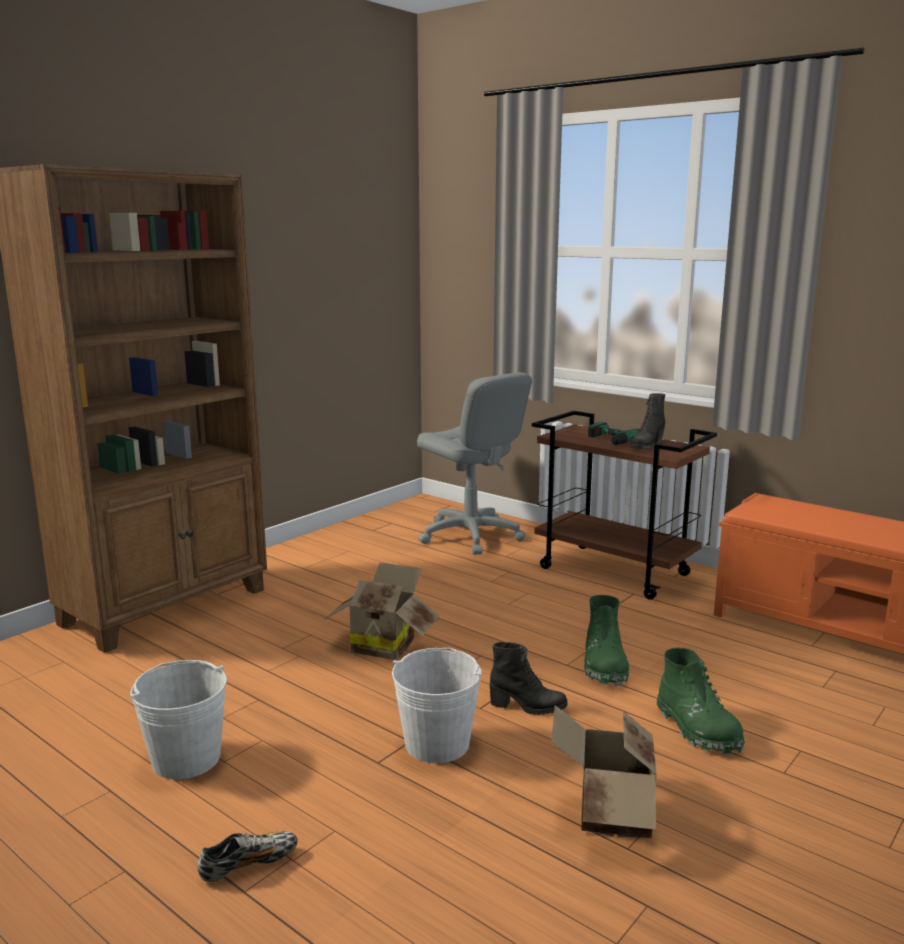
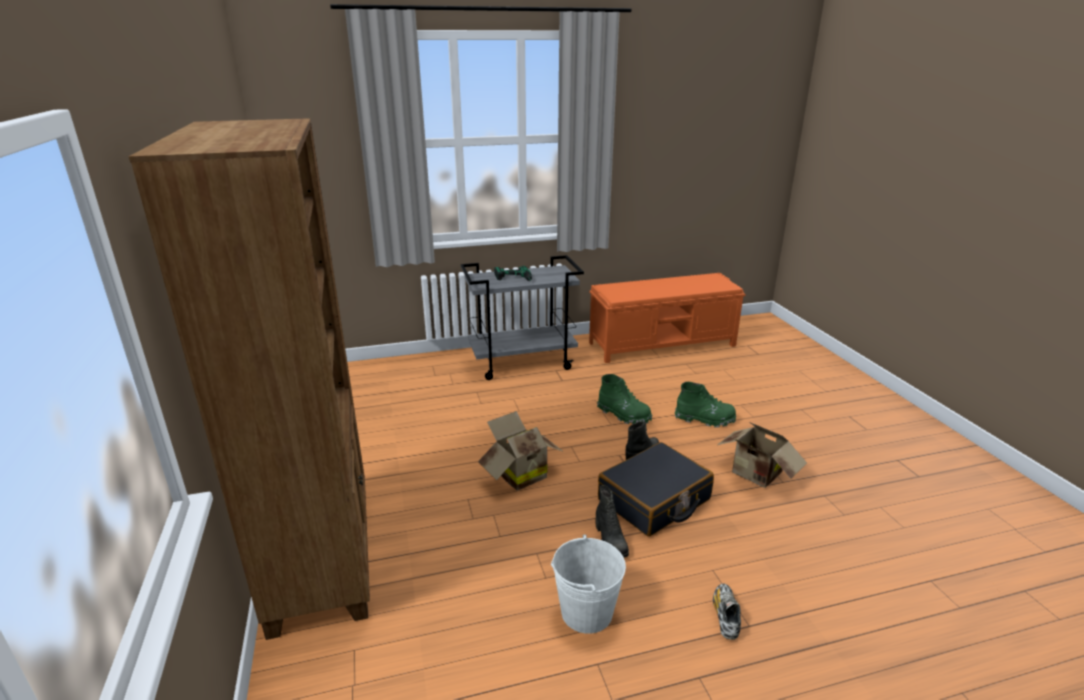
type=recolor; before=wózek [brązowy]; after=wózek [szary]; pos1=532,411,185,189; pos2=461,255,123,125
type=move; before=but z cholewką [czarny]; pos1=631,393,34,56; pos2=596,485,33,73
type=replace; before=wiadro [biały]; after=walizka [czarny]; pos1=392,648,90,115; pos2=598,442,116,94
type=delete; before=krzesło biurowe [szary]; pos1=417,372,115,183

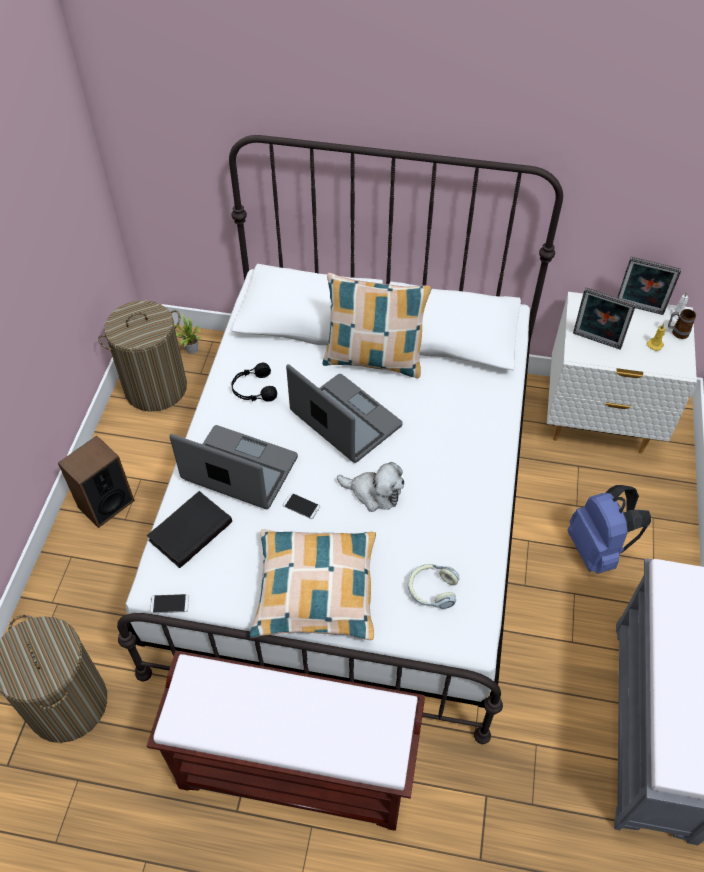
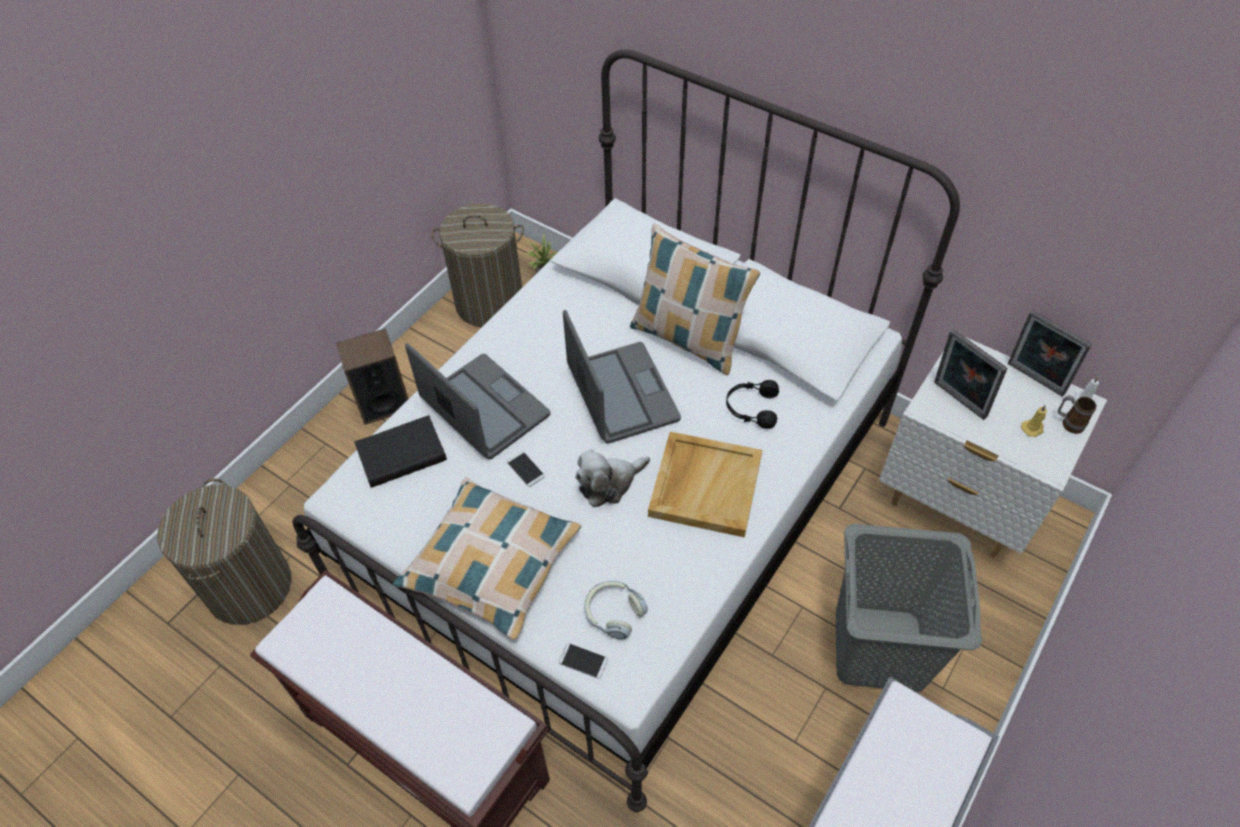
type=move; before=telefon; pos1=150,594,39,19; pos2=559,643,49,36
type=rotate; before=pluszak; pos1=337,462,67,50; pos2=575,449,75,58; turn=105
type=insert; after=taca [beżowy]; pos2=648,432,114,106
type=move; before=słuchawki [czarny]; pos1=231,363,46,39; pos2=726,380,53,49
type=replace; before=plecak [niebieski]; after=kosz na pranie [szary]; pos1=568,485,83,89; pos2=836,524,146,168

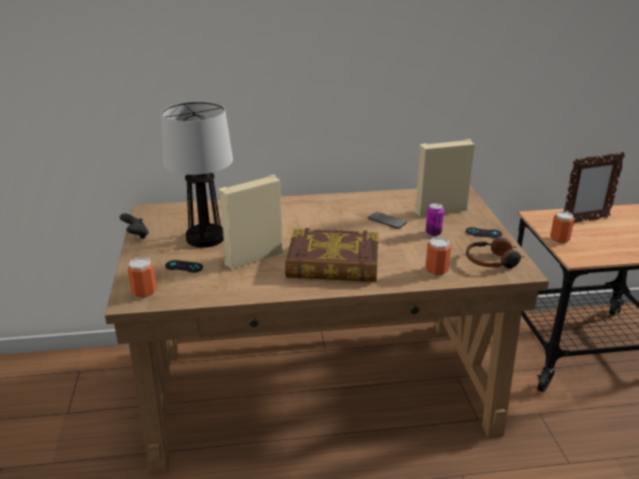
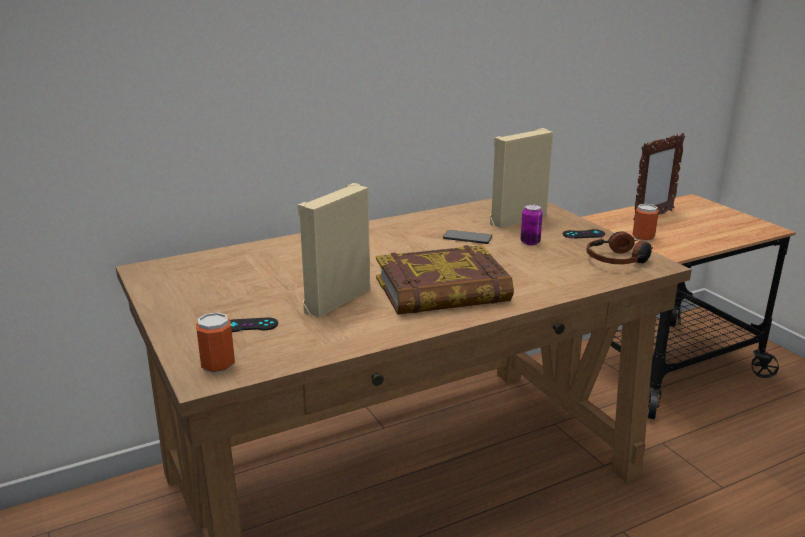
type=delete; before=pad do gier [czarny]; pos1=120,213,29,26
type=delete; before=lampa stołowa; pos1=161,102,72,146
type=delete; before=puszka; pos1=425,237,26,39

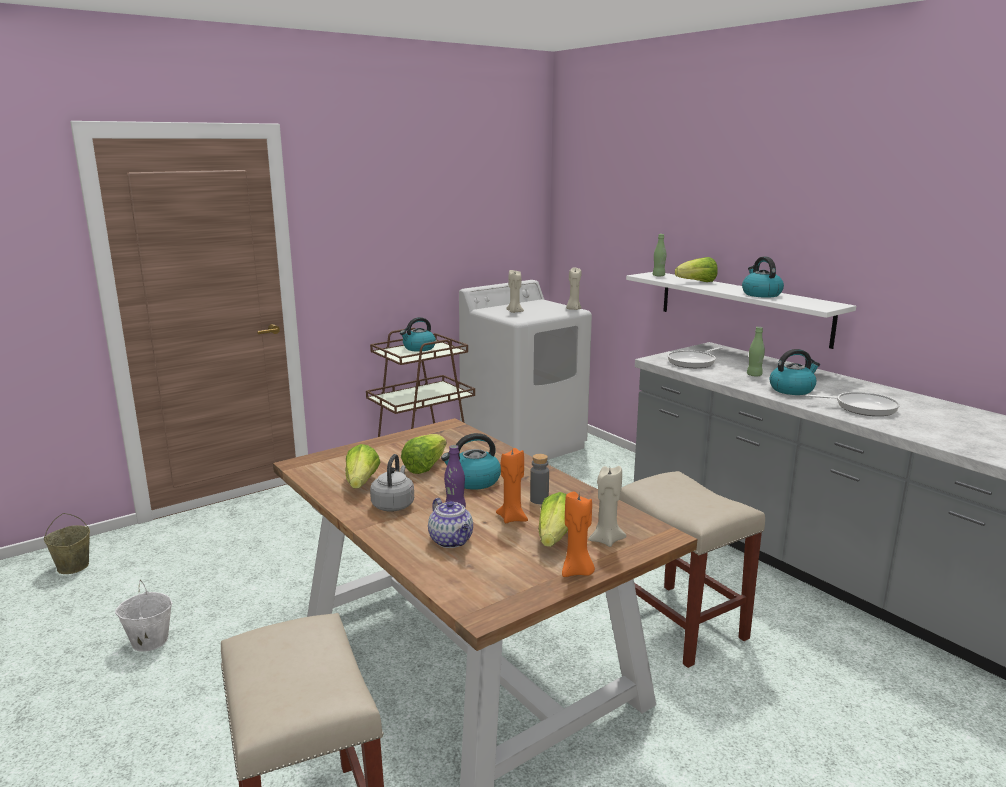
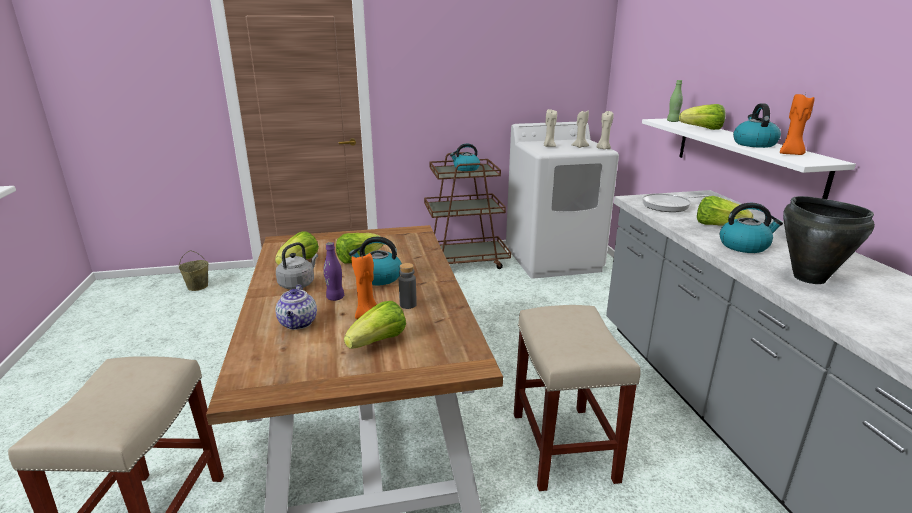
type=move; before=świeca [beżowy]; pos1=588,466,38,81; pos2=571,110,18,38
type=replace; before=butelka [zielony]; after=sałata; pos1=747,327,18,49; pos2=697,196,56,30
type=move; before=świeca [pomarańczowy]; pos1=562,492,33,85; pos2=780,93,35,62
type=replace; before=patelnia; after=garnek [czarny]; pos1=806,392,94,24; pos2=783,196,92,88
type=delete; before=wiadro [biały]; pos1=115,580,57,72

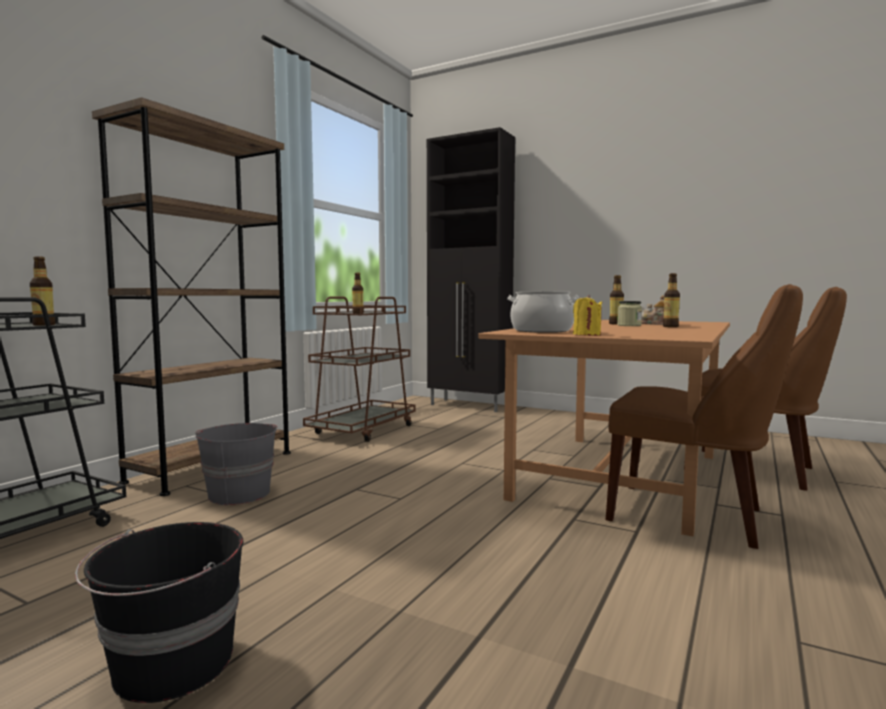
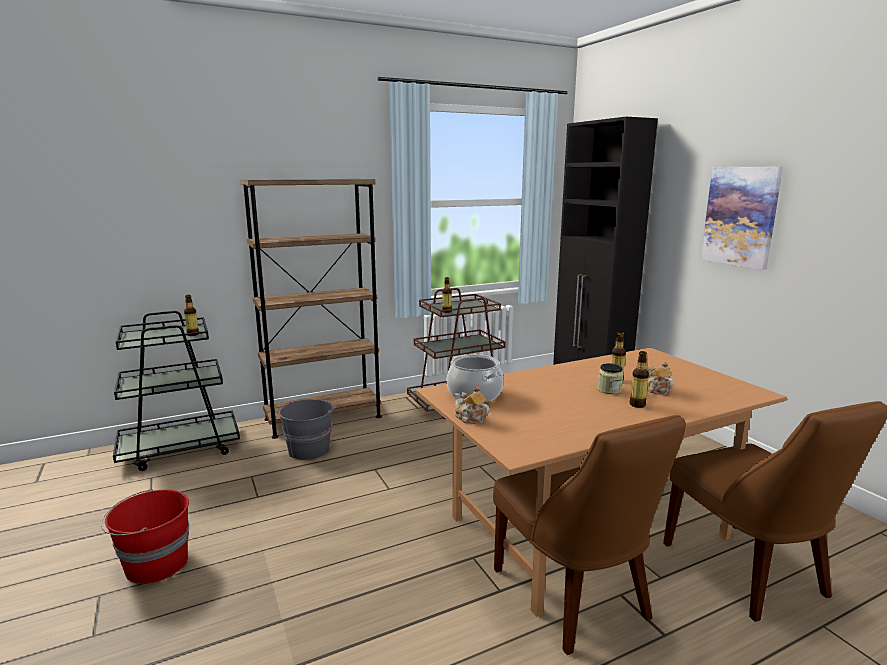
type=recolor; before=wiadro [czarny]; after=wiadro [czerwony]; pos1=75,522,168,181; pos2=101,489,88,95
type=replace; before=świeca [żółty]; after=imbryk; pos1=573,295,30,41; pos2=454,386,35,38
type=insert; after=obraz; pos2=701,167,82,103

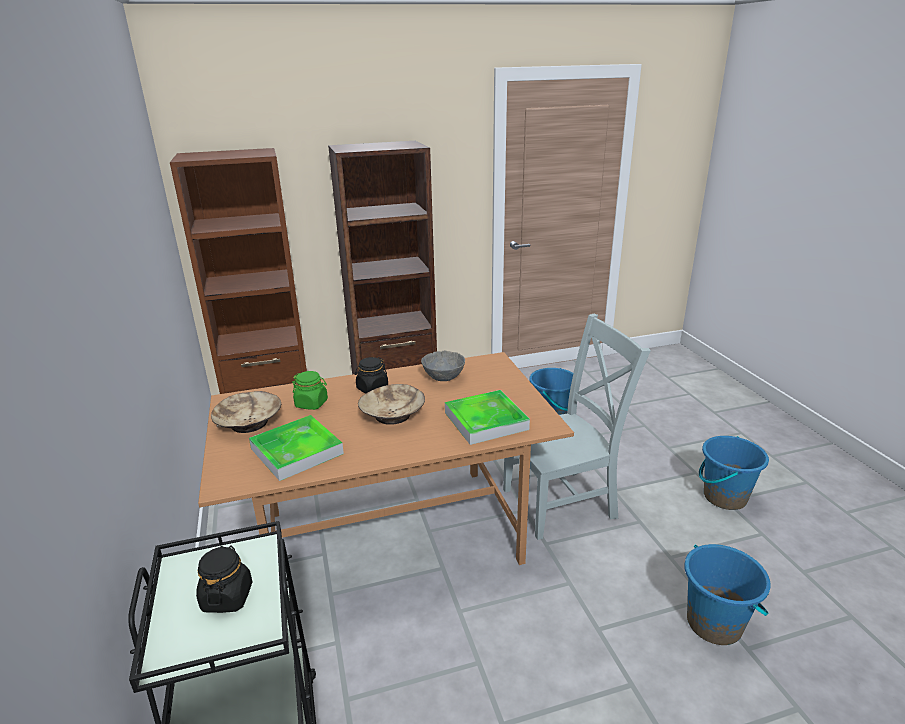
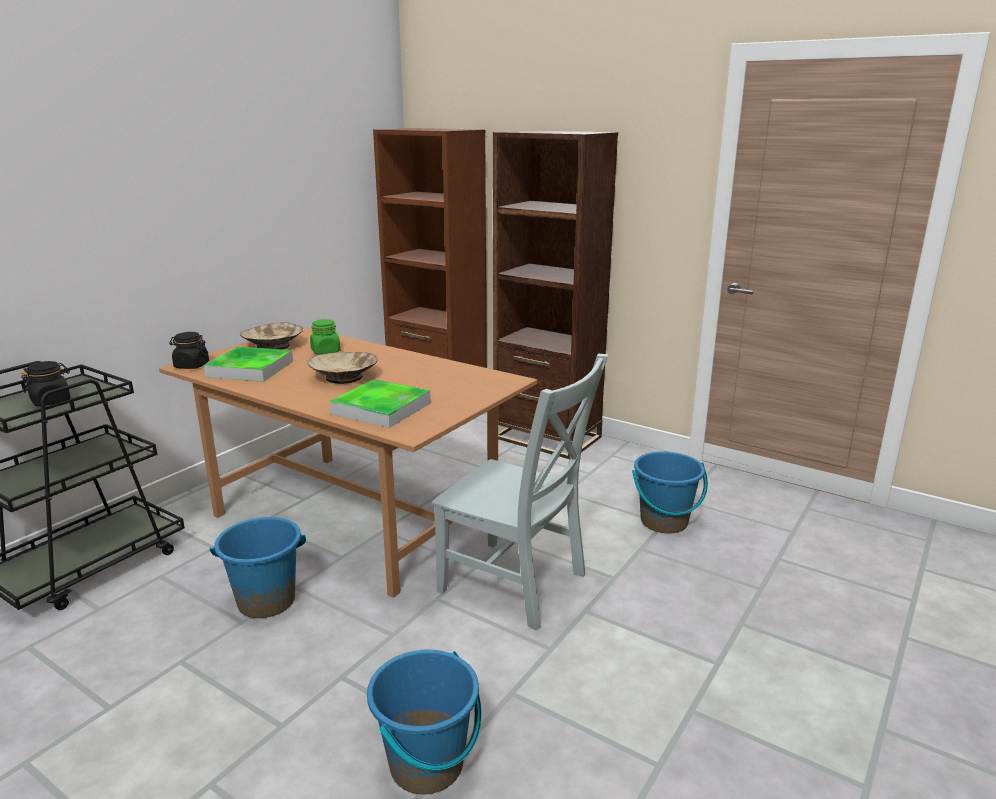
type=move; before=słoik [czarny]; pos1=355,357,33,37; pos2=169,332,40,37
type=move; before=wiadro [niebieski]; pos1=699,436,70,74; pos2=210,517,96,101
type=delete; before=miska [szary]; pos1=421,351,44,30

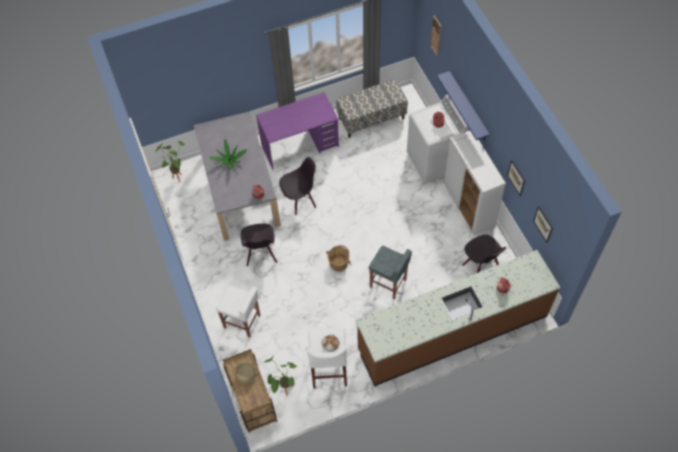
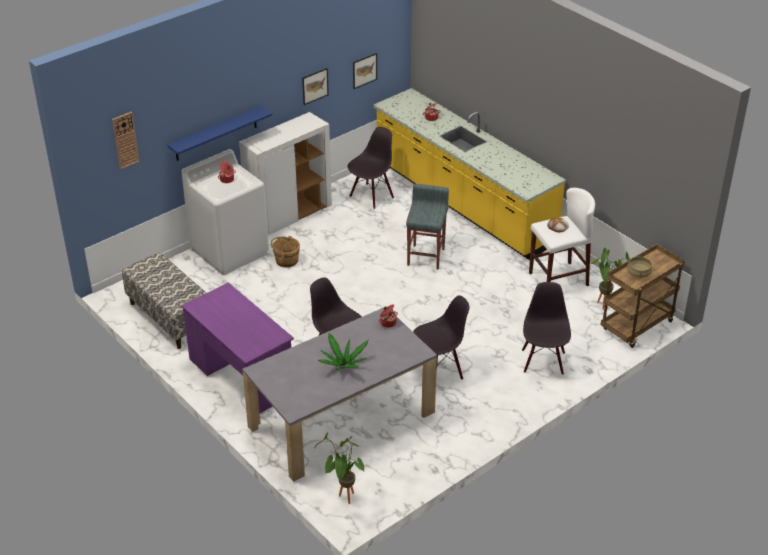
type=move; before=wiadro [brązowy]; pos1=326,245,25,26; pos2=271,236,29,32
type=recolor; before=zabudowa kuchenna [brązowy]; after=zabudowa kuchenna [żółty]; pos1=356,250,205,136; pos2=374,88,192,172
type=replace; before=stołek [biały]; after=krzesło [czarny]; pos1=216,285,44,52; pos2=522,282,49,93

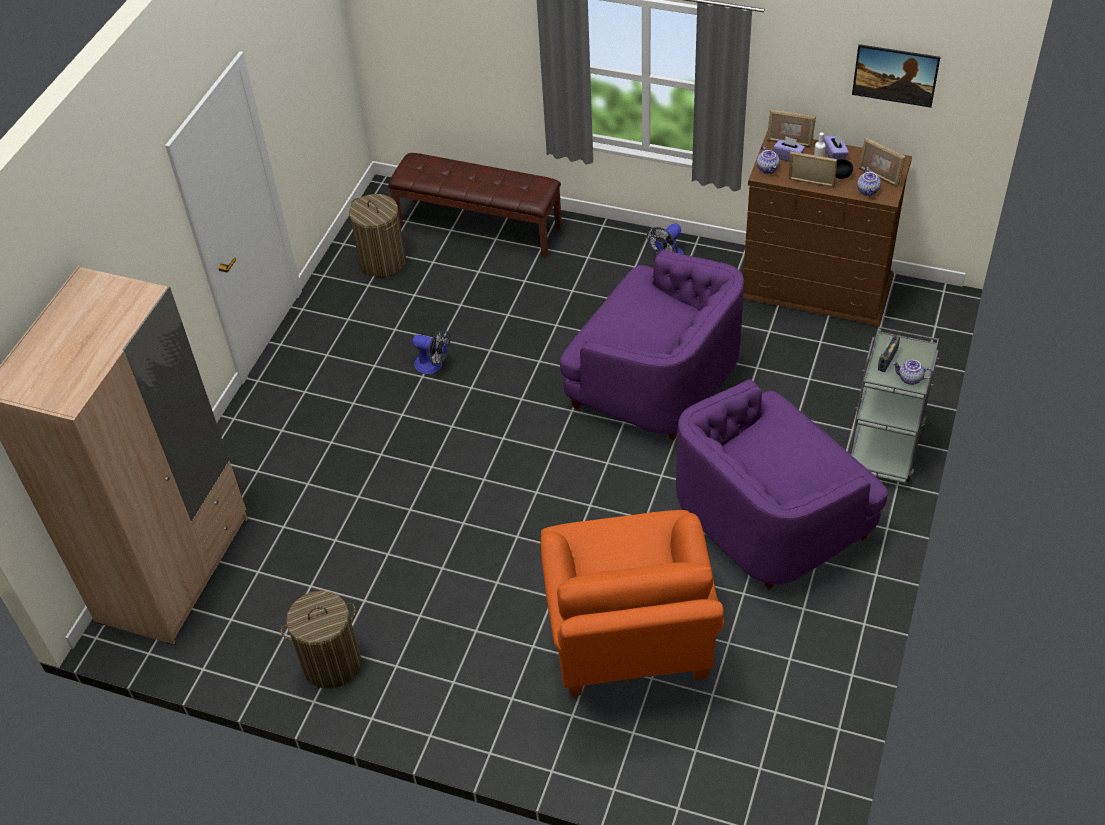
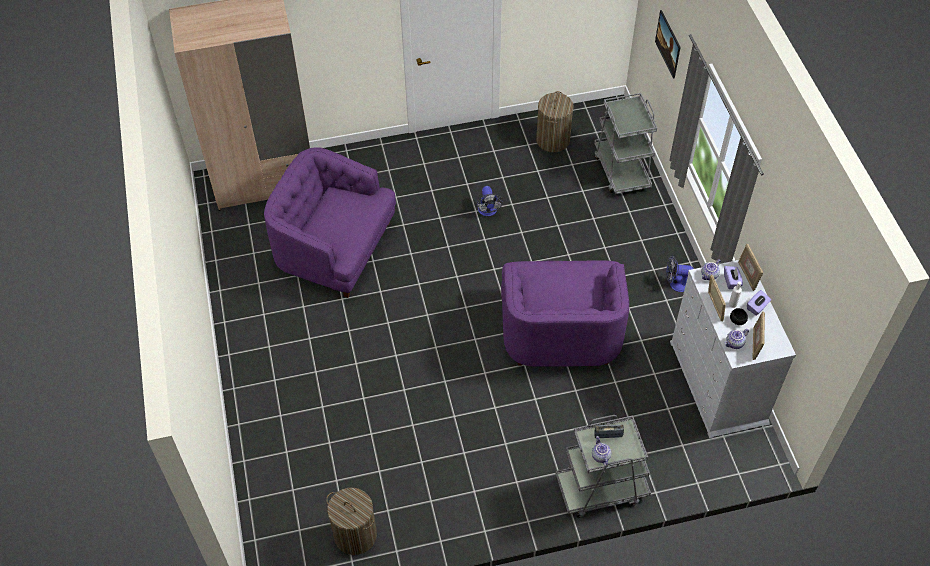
type=move; before=fotel [fioletowy]; pos1=676,379,212,211; pos2=264,147,132,151
type=move; before=kosz na pranie; pos1=281,591,80,98; pos2=326,488,51,67
type=replace; before=ławka [brązowy]; after=wózek [szary]; pos1=388,153,174,105; pos2=594,93,63,101
type=move; before=obraz; pos1=852,44,88,64; pos2=655,10,26,69
type=recolor; before=komoda [brązowy]; after=komoda [biały]; pos1=743,131,169,197; pos2=670,260,126,179
type=delete; before=fotel [pomarańczowy]; pos1=540,510,184,186

